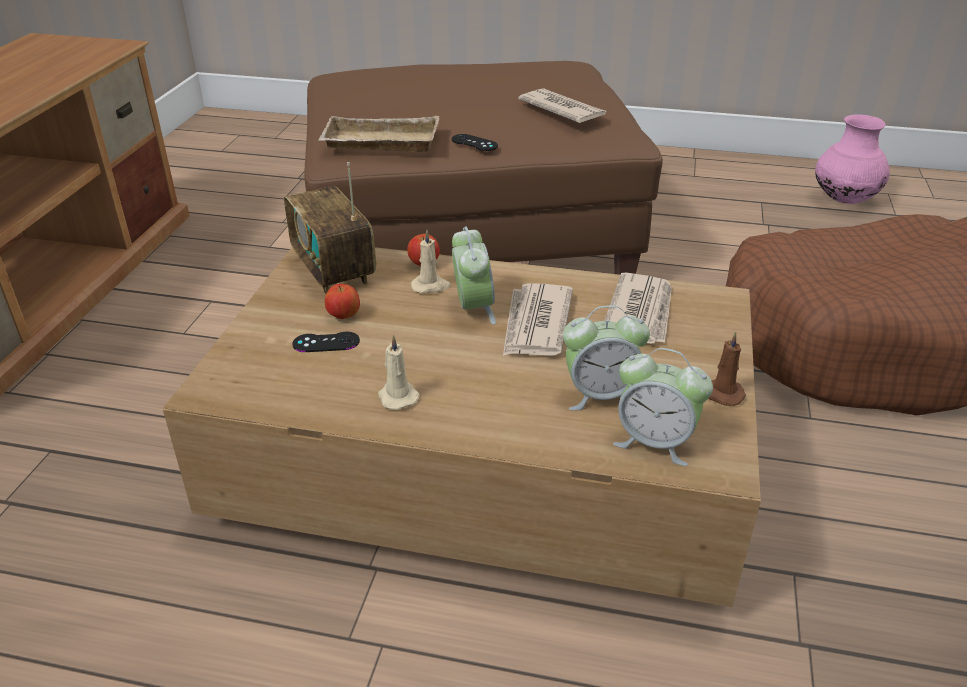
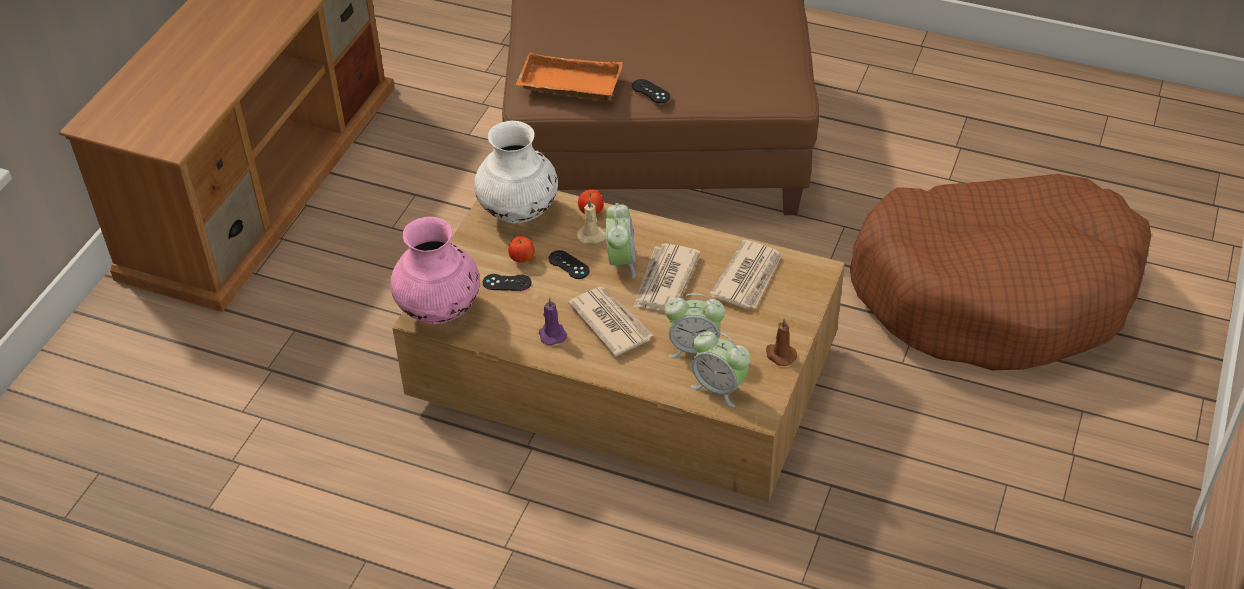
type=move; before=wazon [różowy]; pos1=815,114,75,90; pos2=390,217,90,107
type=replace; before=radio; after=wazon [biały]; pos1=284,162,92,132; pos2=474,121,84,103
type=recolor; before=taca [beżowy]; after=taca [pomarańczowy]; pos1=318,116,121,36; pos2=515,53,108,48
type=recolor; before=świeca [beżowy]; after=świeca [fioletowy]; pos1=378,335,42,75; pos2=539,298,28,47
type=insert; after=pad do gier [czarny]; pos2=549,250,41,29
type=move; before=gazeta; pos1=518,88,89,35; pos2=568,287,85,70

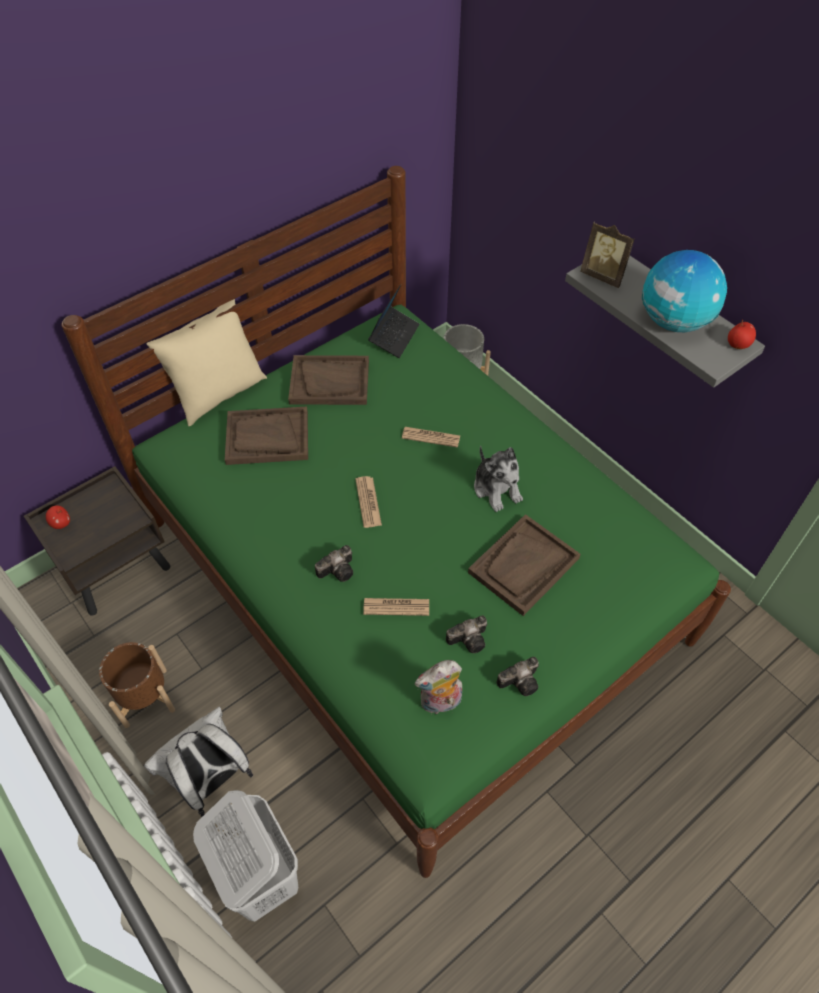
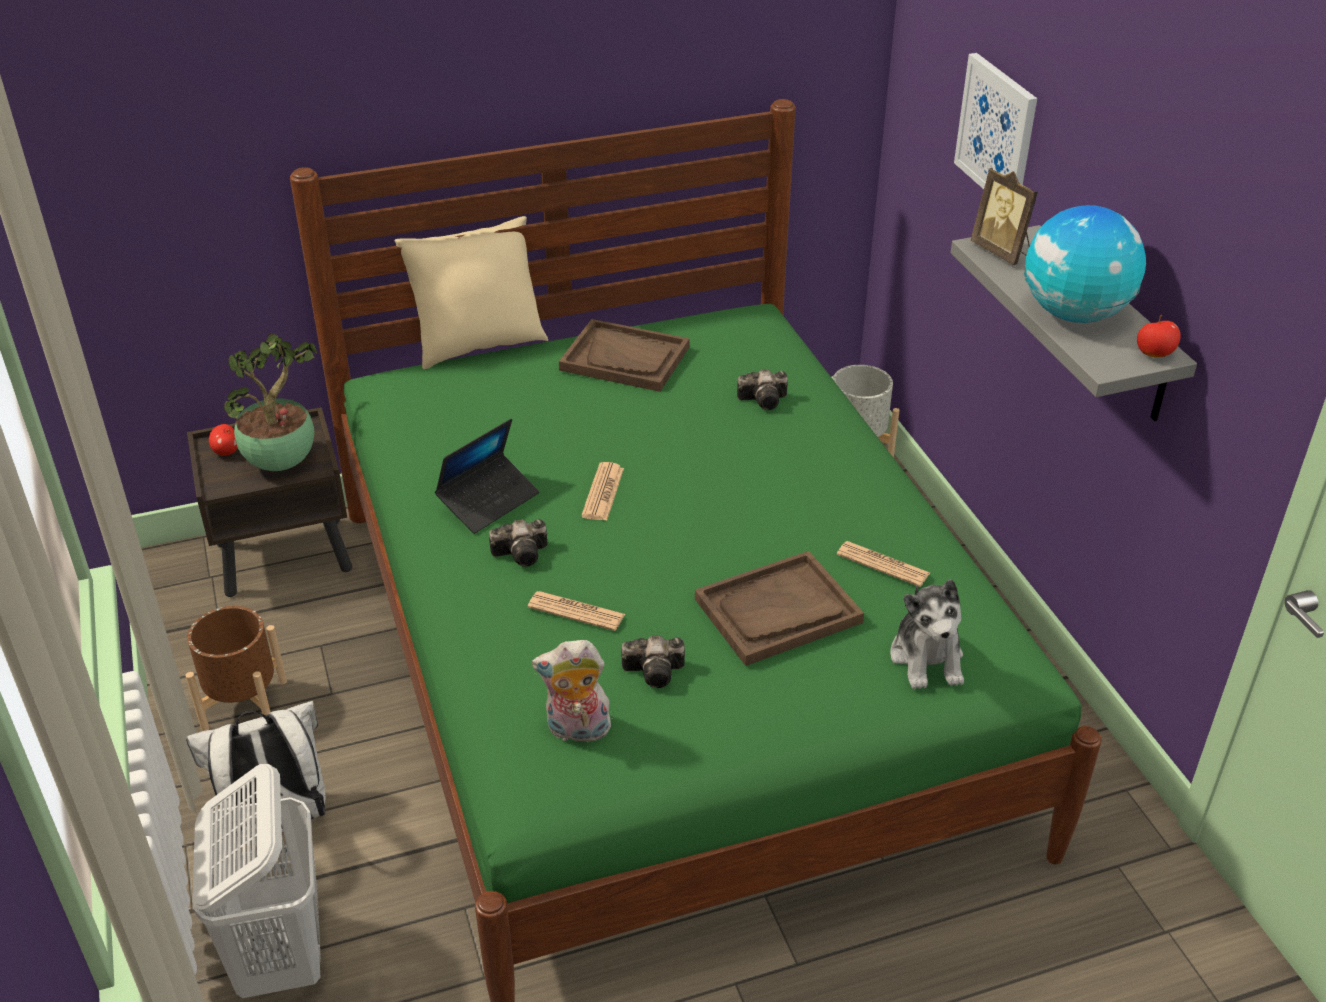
type=insert; after=roślina doniczkowa; pos2=224,334,93,137
type=move; before=laptop; pos1=368,284,52,74; pos2=435,419,104,115
type=move; before=aparat fotograficzny; pos1=496,657,43,39; pos2=737,369,51,41
type=move; before=gazeta; pos1=402,427,58,21; pos2=837,541,93,46
type=move; before=pluszak; pos1=474,446,49,66; pos2=891,579,73,110
type=insert; after=obraz; pos2=954,53,83,136
type=delete; before=taca [brązowy]; pos1=225,406,83,59

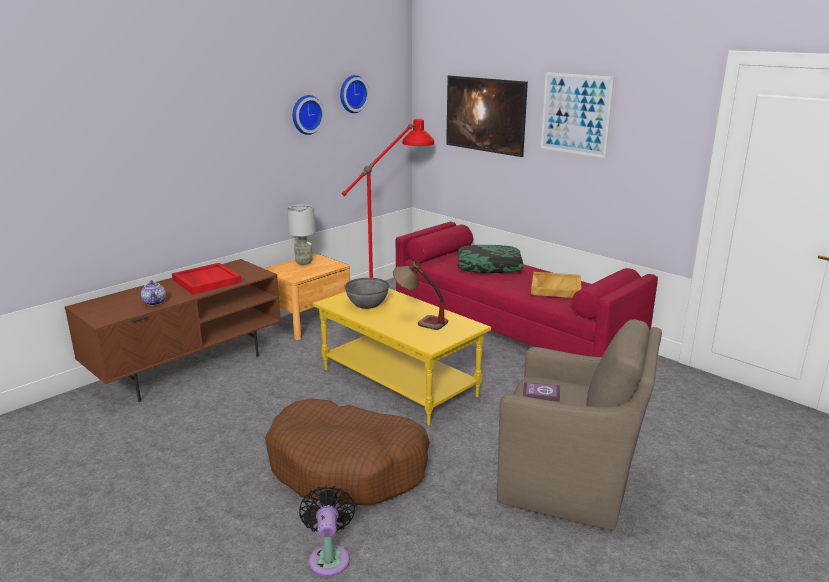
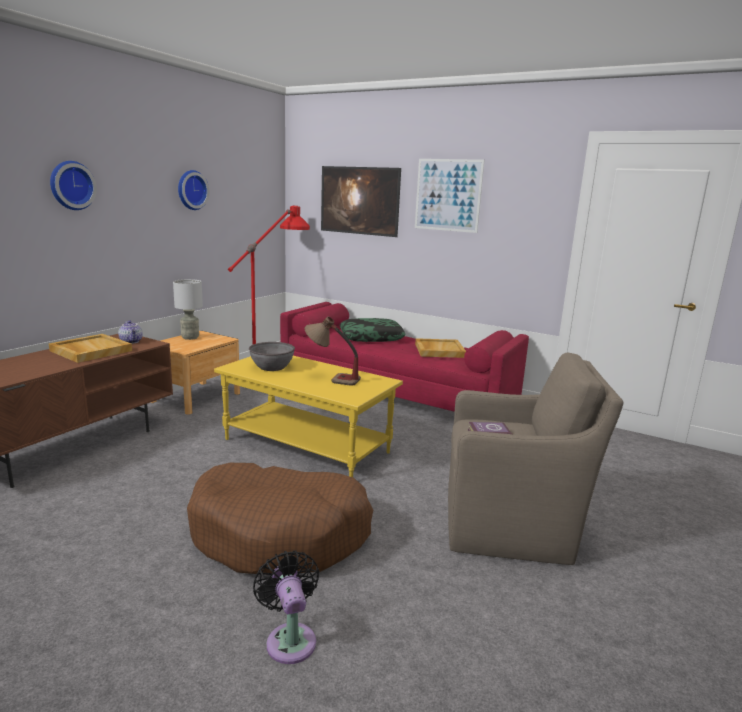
type=recolor; before=taca [czerwony]; after=taca [beżowy]; pos1=172,263,70,32; pos2=49,334,83,29
type=move; before=zegar ścienny; pos1=340,75,29,38; pos2=50,161,47,49
type=move; before=imbryk; pos1=141,280,25,26; pos2=118,321,25,23

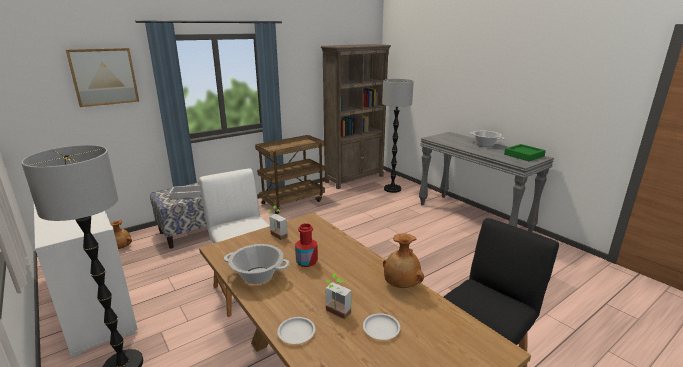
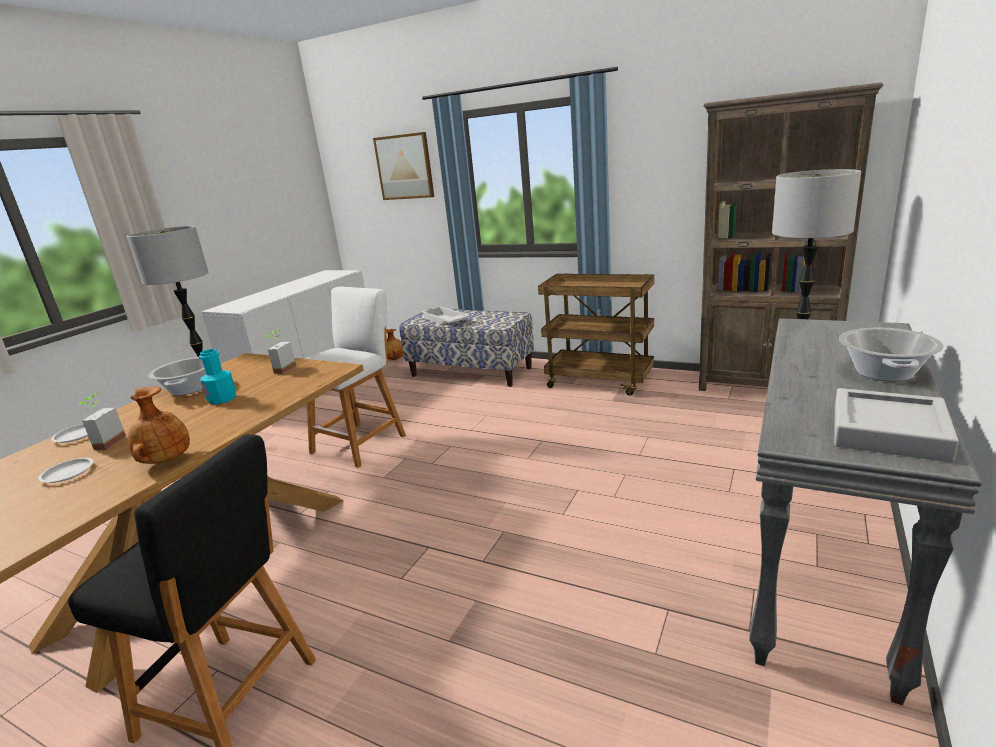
type=recolor; before=butelka [czerwony]; after=butelka [turkusowy]; pos1=295,223,23,44; pos2=199,349,37,55
type=recolor; before=taca [zielony]; after=taca [szary]; pos1=504,144,42,17; pos2=834,388,125,74

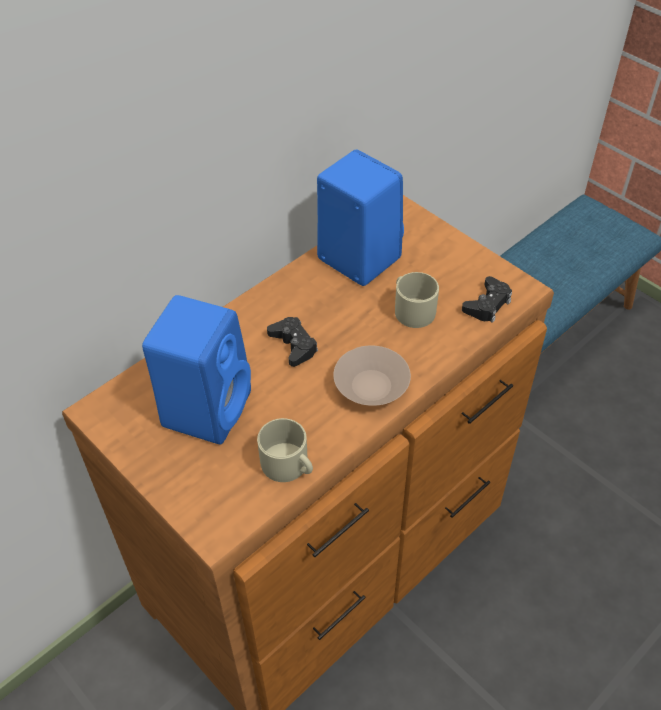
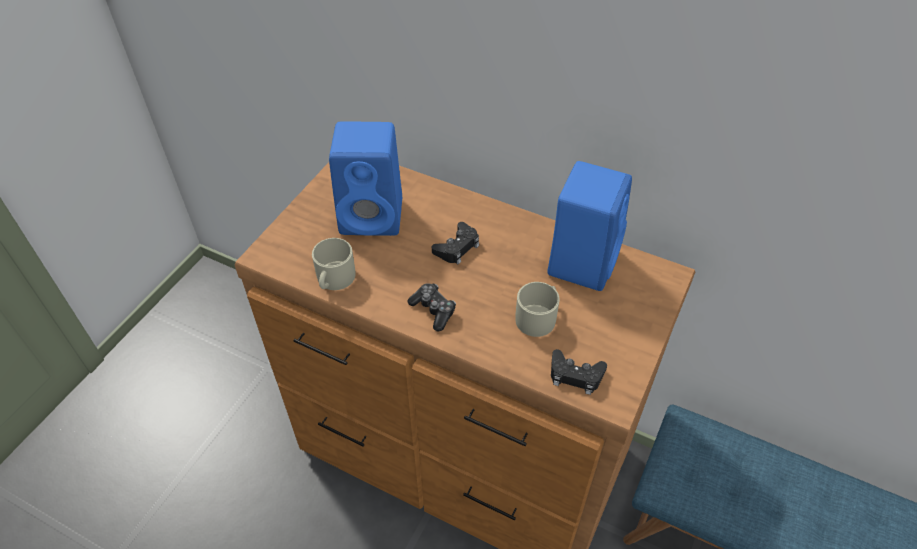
type=replace; before=miska [beżowy]; after=pad do gier; pos1=333,345,78,61; pos2=407,283,49,48

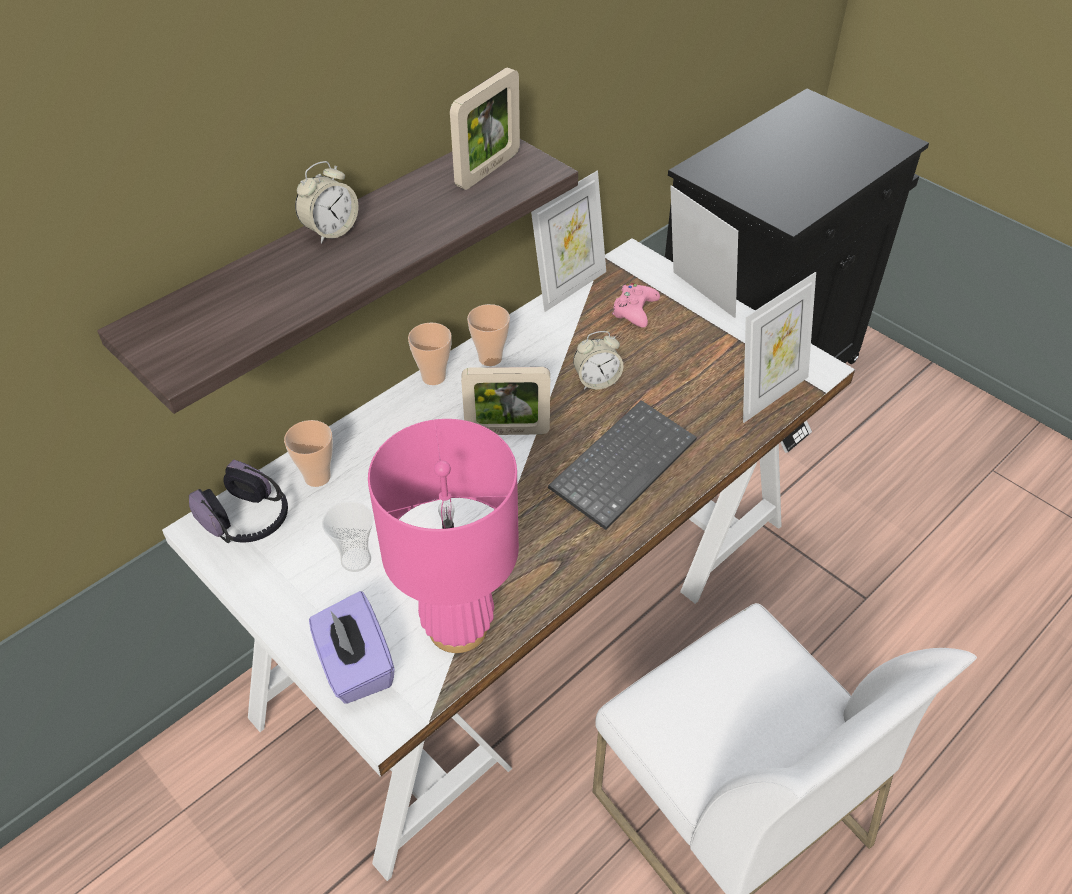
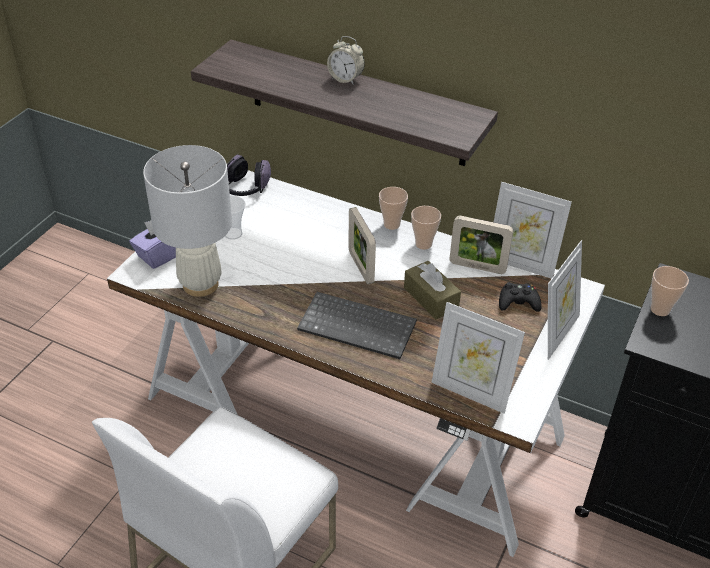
type=recolor; before=lampa stołowa [różowy]; after=lampa stołowa [biały]; pos1=368,419,151,234; pos2=143,145,89,152
type=replace; before=budzik; after=pudełko chusteczek [brązowy]; pos1=573,331,50,59; pos2=404,261,57,58
type=move; before=ramka na zdjęcie; pos1=450,68,70,122; pos2=450,216,63,58
type=recolor; before=pad do gier [różowy]; after=pad do gier [czarny]; pos1=612,283,48,45; pos2=499,282,43,30
type=move; before=filiżanka; pos1=284,420,49,67; pos2=650,266,39,50

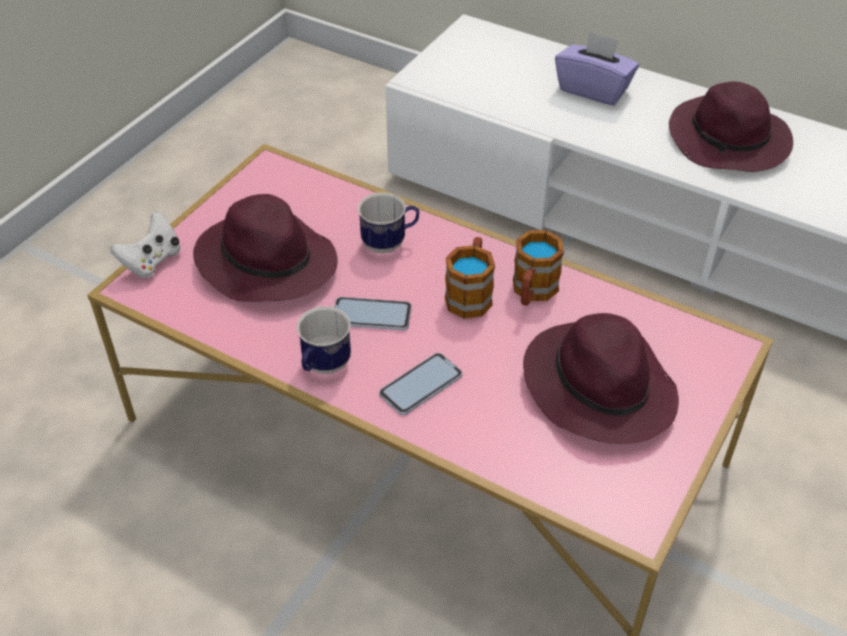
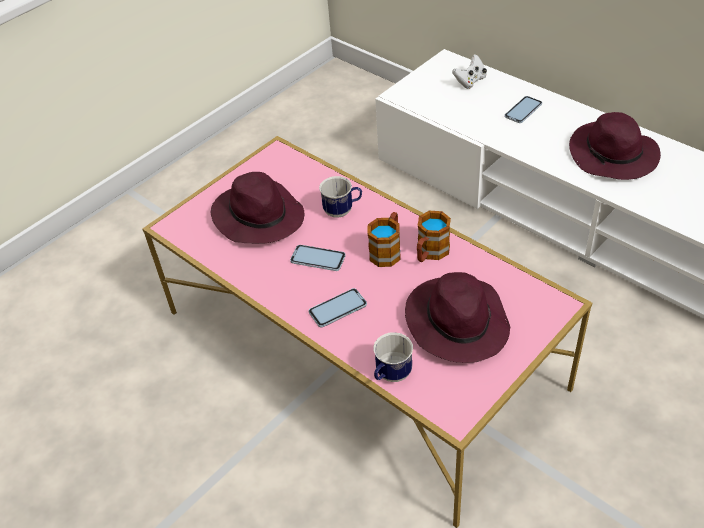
type=move; before=kubek; pos1=297,306,54,68; pos2=373,332,40,50
type=move; before=pad do gier [biały]; pos1=110,211,71,67; pos2=452,54,35,35
type=replace; before=pudełko chusteczek [fioletowy]; after=telefon; pos1=555,31,84,74; pos2=505,96,37,27

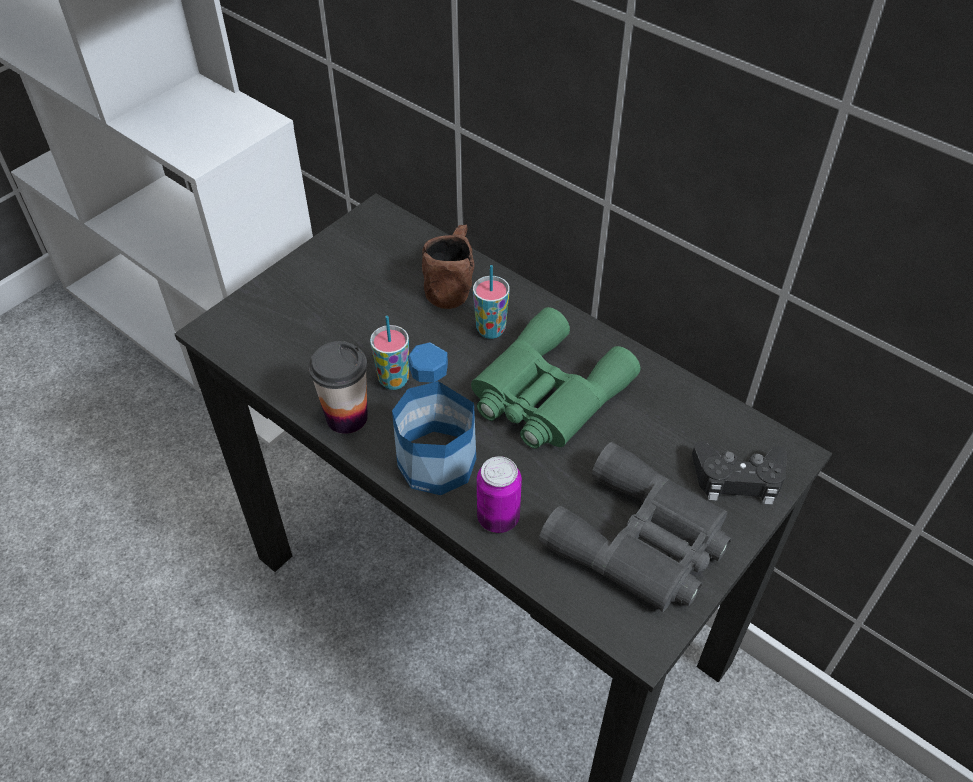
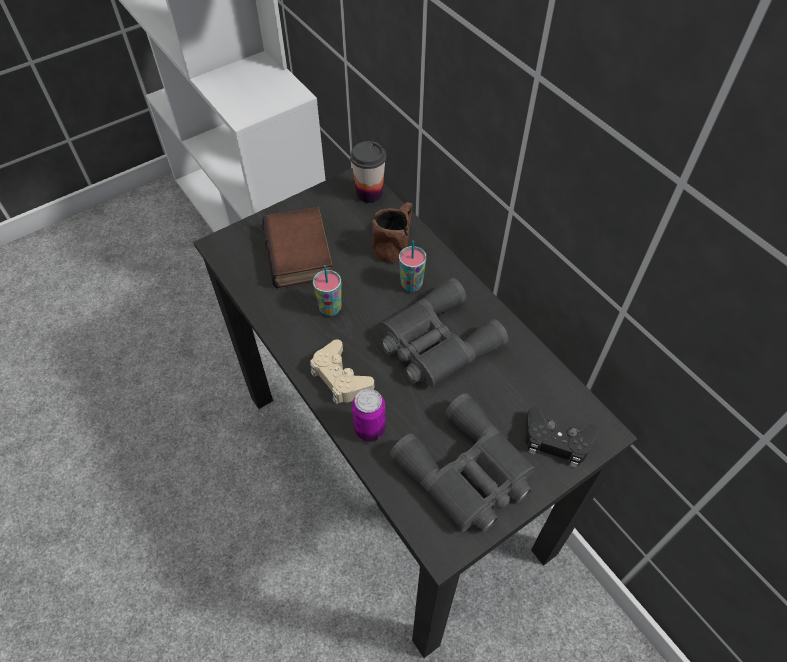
type=insert; after=książka; pos2=262,207,71,81
type=replace; before=butelka; after=pad do gier [beżowy]; pos1=392,342,84,153; pos2=310,339,64,65
type=move; before=filiżanka; pos1=308,341,60,93; pos2=350,141,36,62
type=recolor; before=lornetka [zielony]; after=lornetka [szary]; pos1=471,307,169,142; pos2=380,278,129,109

